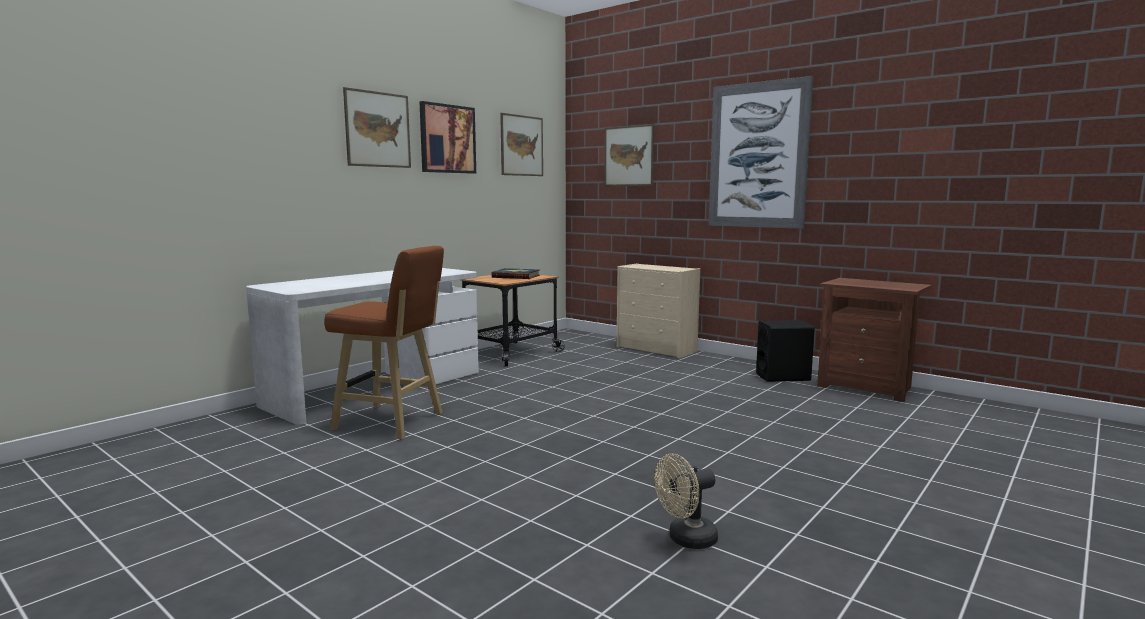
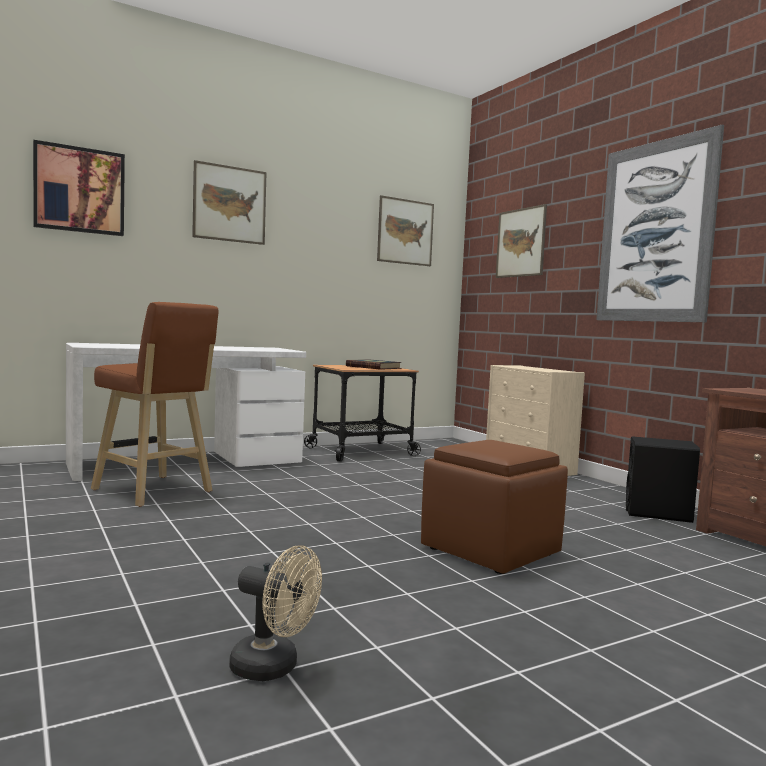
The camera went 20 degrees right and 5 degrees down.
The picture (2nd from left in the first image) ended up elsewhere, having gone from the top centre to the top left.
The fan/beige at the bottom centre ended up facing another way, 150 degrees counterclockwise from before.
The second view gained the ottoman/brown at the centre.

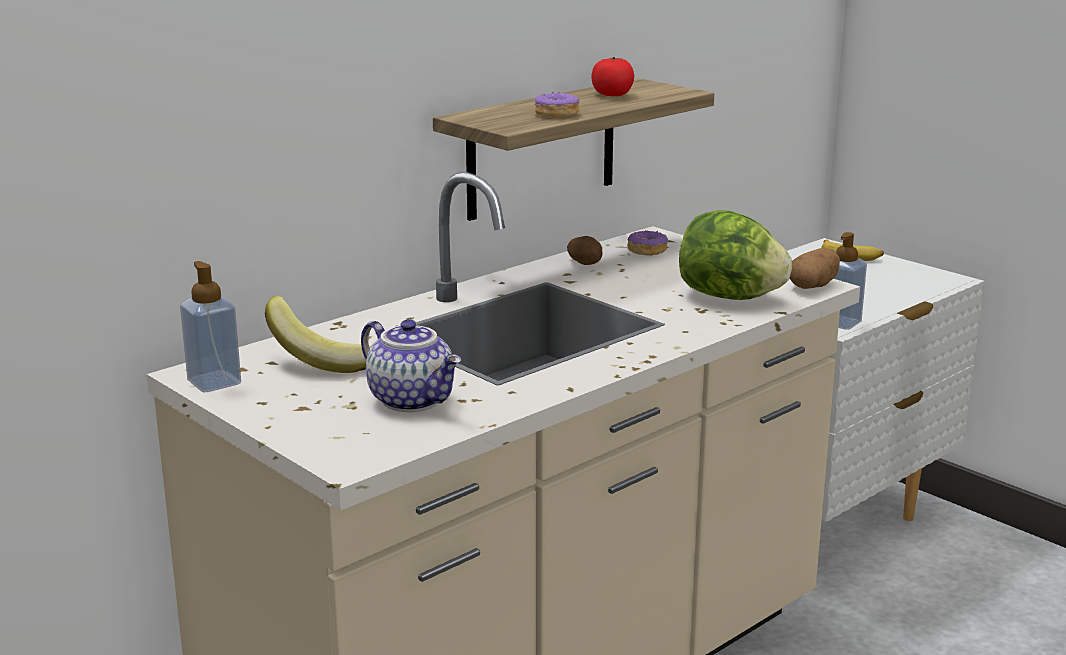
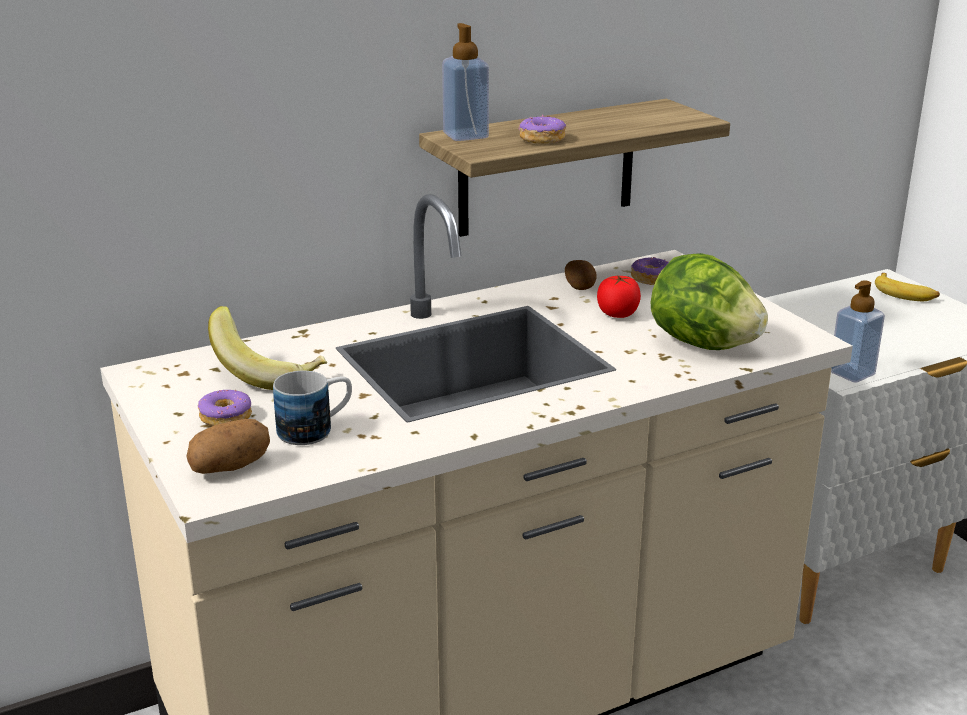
The camera went 15 degrees right and 5 degrees up.
The tomato ended up elsewhere, having gone from the top centre to the centre.
The potato (2nd from left in the first image) ended up elsewhere, having gone from the middle right to the middle left.
The soap dispenser (1st from left) ended up elsewhere, having gone from the middle left to the top centre.
Where the teapot stood at the centre, the mug came to stand at the middle left.
The second view gained the donut (1st from left) at the middle left.

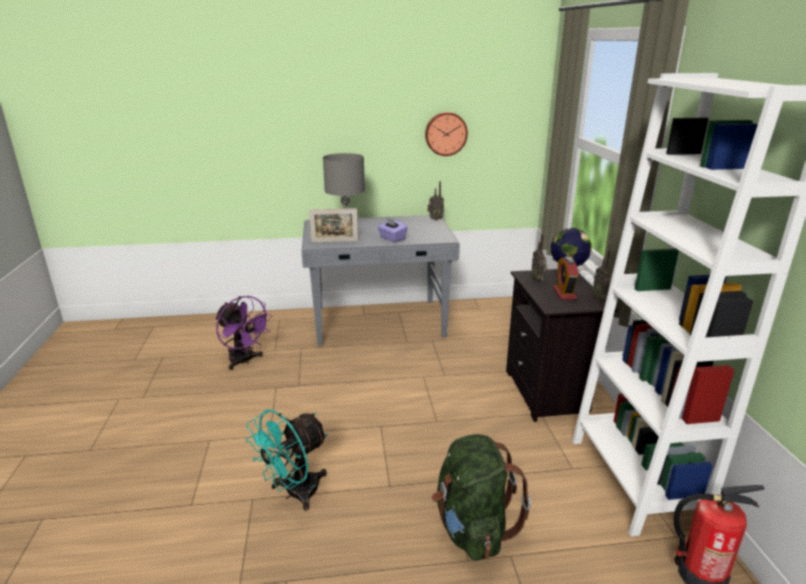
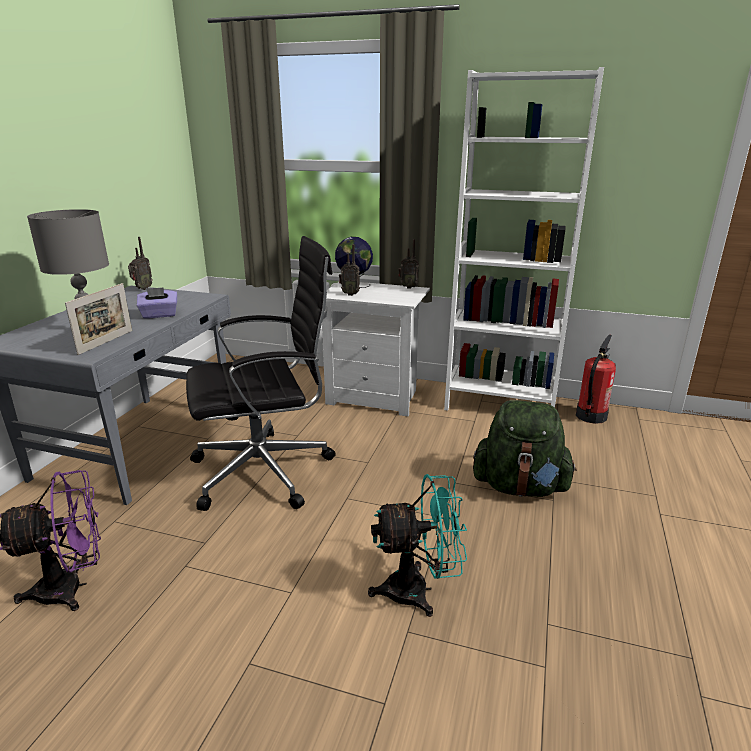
The camera went 65 degrees left and 0 degrees up.
The second view lost the wall clock at the top centre.
The second view lost the alarm clock at the middle right.
What was the nightstand/black at the middle right turned into the nightstand/white at the centre.
The fan/turquoise at the bottom centre ended up facing another way, 75 degrees counterclockwise from before.
The second view gained the office chair/black at the centre.

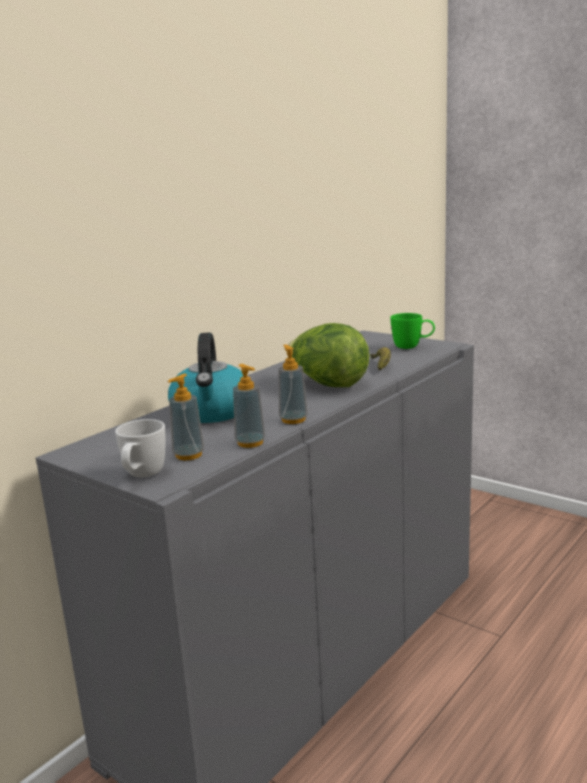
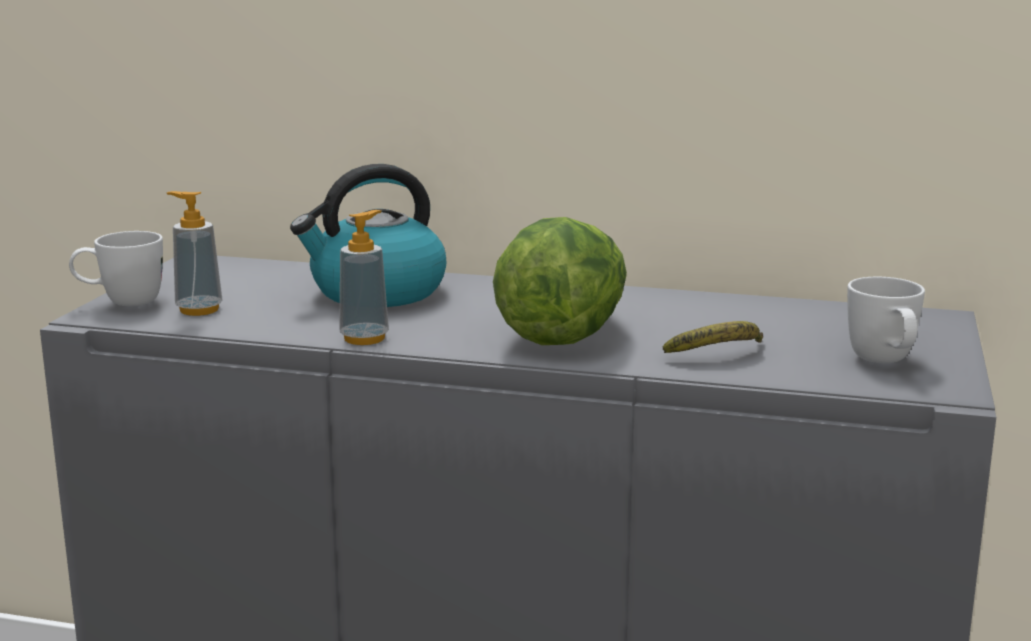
The camera went 65 degrees right and 0 degrees up.
What was the mug/green at the middle right turned into the mug/white (2nd from left) at the middle right.
The second view lost the soap dispenser (2nd from left) at the centre.

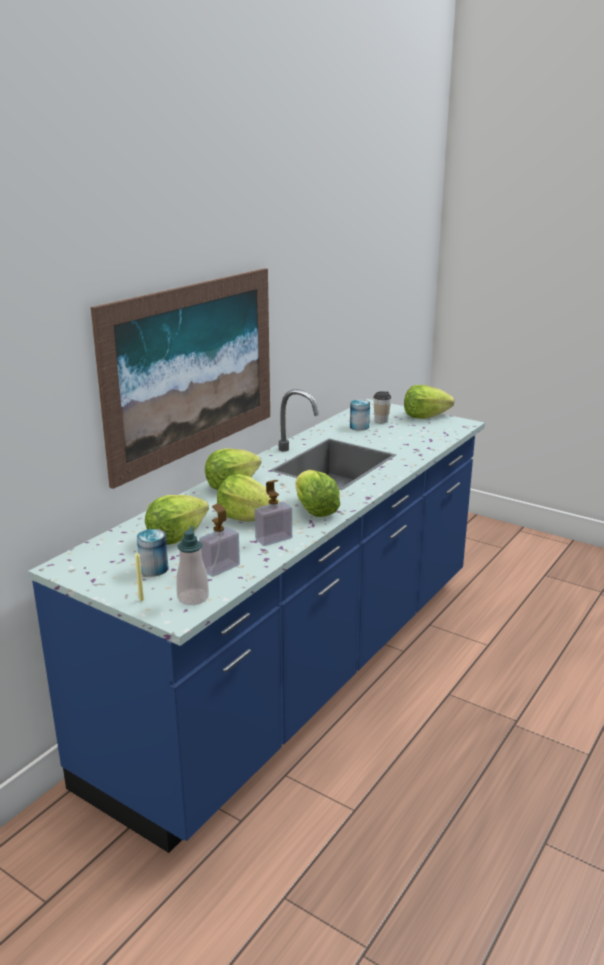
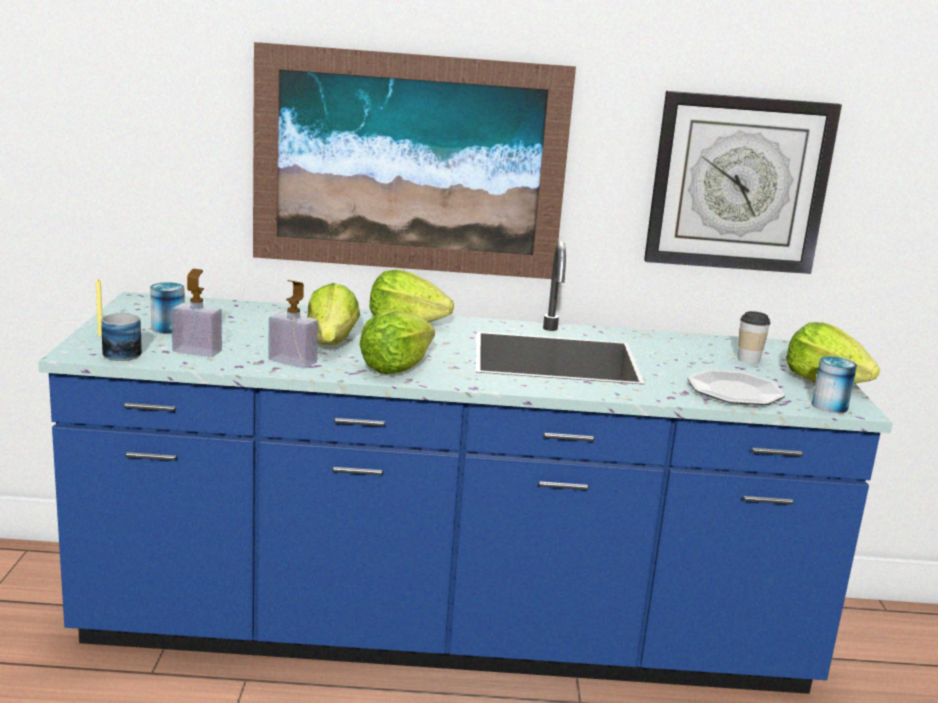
The camera went 55 degrees right and 5 degrees down.
The can (2nd from left) ended up elsewhere, having gone from the centre to the middle right.
The second view lost the lettuce (1st from left) at the middle left.
Where the soap dispenser (1st from left) stood at the middle left, the mug came to stand at the middle left.
The second view gained the wall clock at the top right.
The second view gained the plate at the middle right.

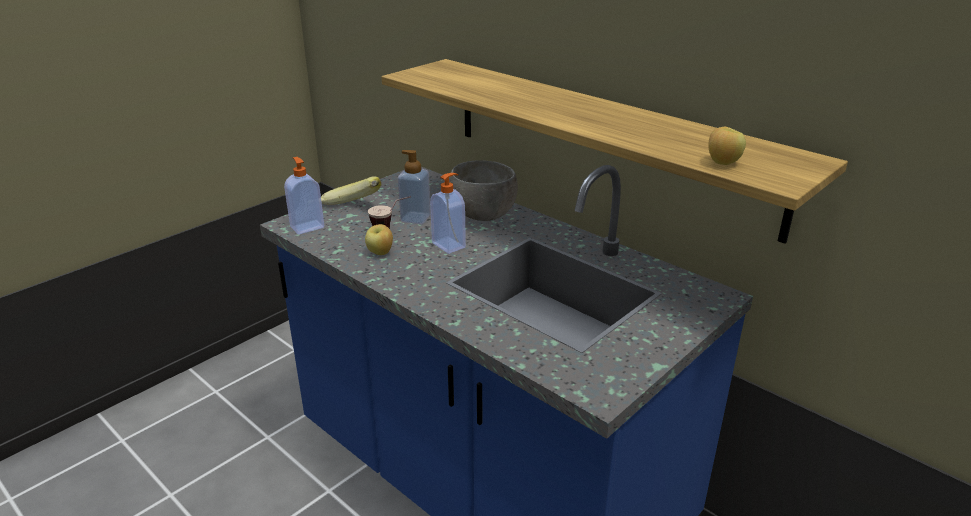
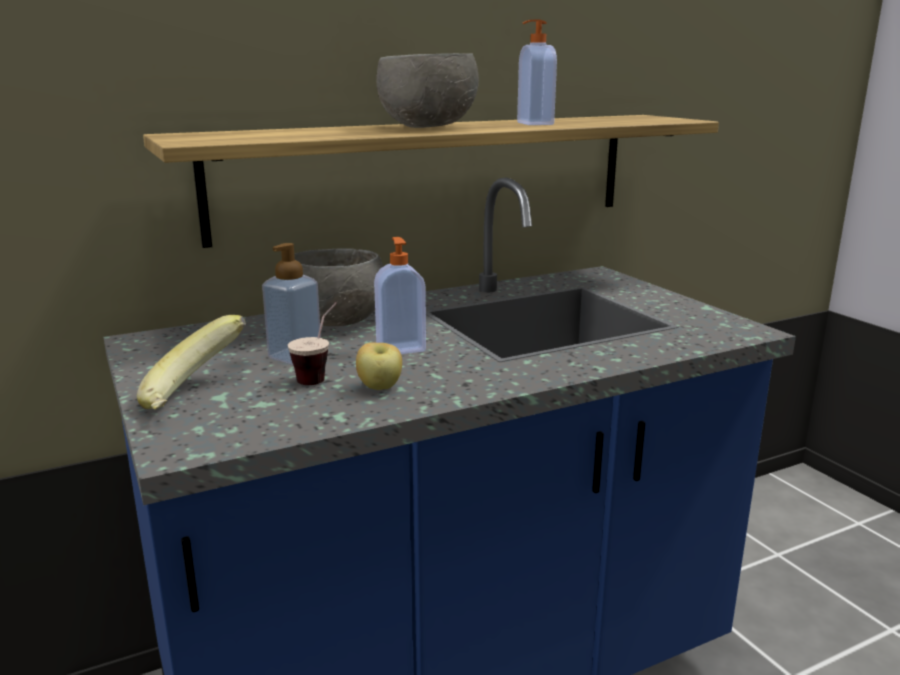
The camera went 70 degrees left and 10 degrees down.
The second view lost the apple (2nd from left) at the top right.
The soap dispenser (1st from left in the first image) ended up elsewhere, having gone from the middle left to the top centre.
The second view gained the bowl/grey (2nd from left) at the top centre.

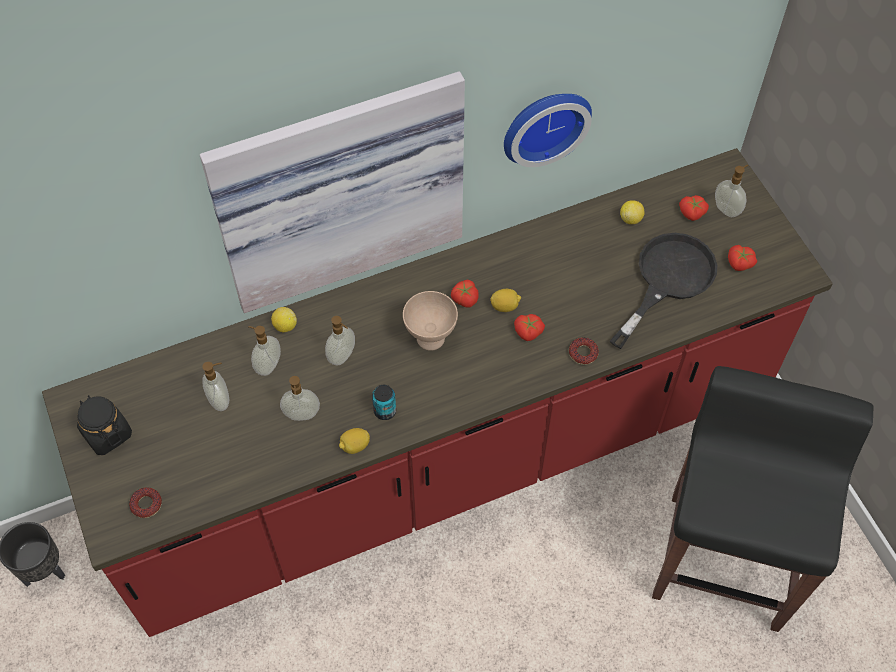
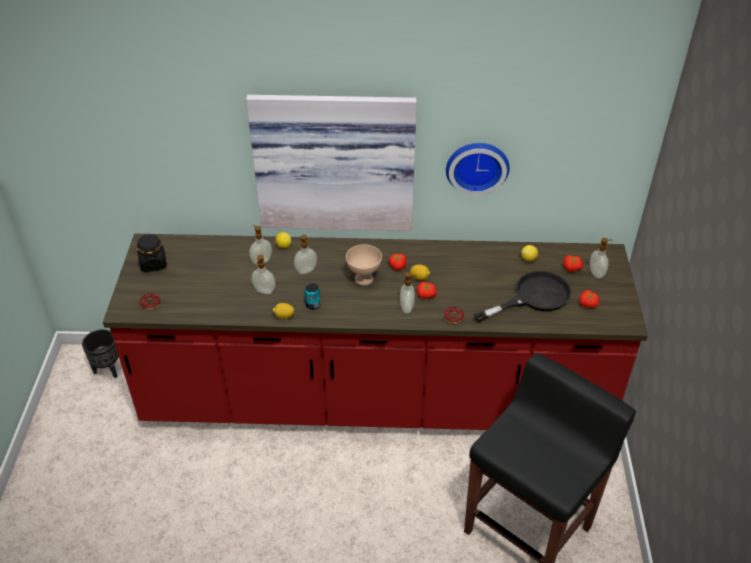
The camera went 25 degrees right and 15 degrees down.
The soap dispenser (1st from left in the first image) ended up elsewhere, having gone from the middle left to the centre.

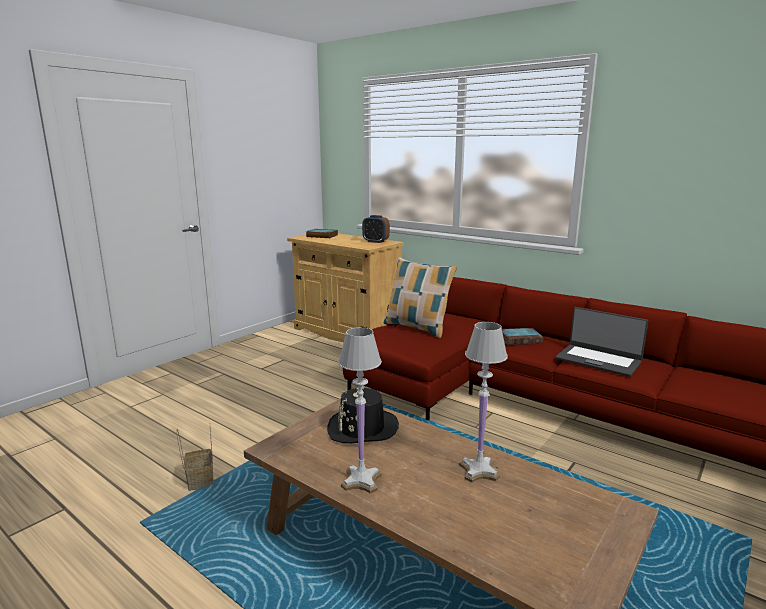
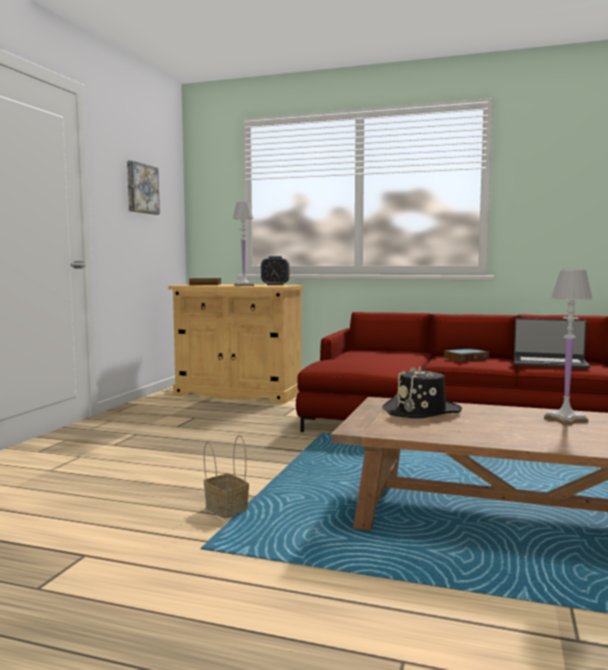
The camera went 20 degrees left and 10 degrees down.
The second view lost the pillow at the centre.
The table lamp/white (1st from left) ended up elsewhere, having gone from the bottom centre to the centre.
The second view gained the picture at the top left.

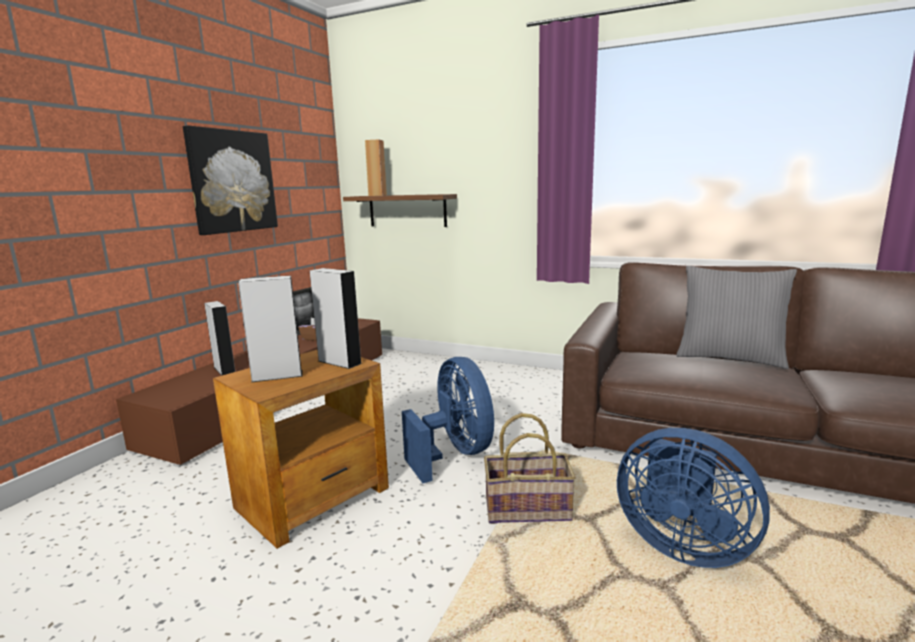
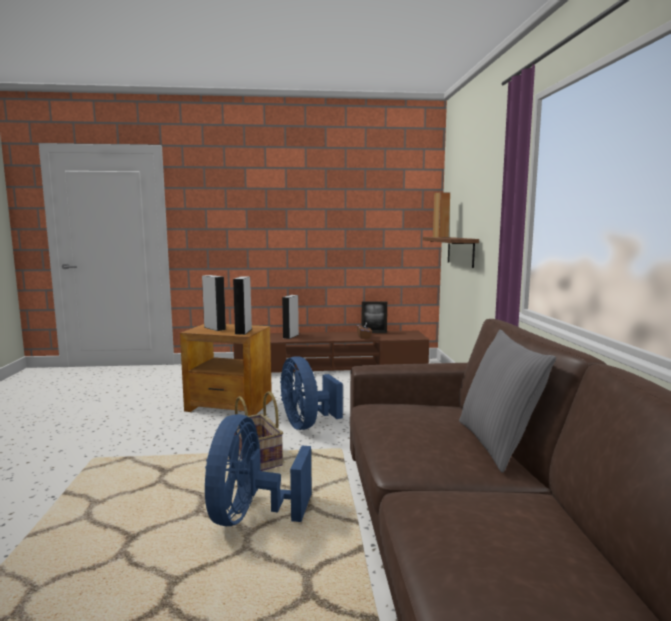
The camera went 60 degrees right and 5 degrees down.
The second view lost the picture at the top left.
The fan/blue (1st from left in the first image) at the centre ended up facing another way, 120 degrees clockwise from before.

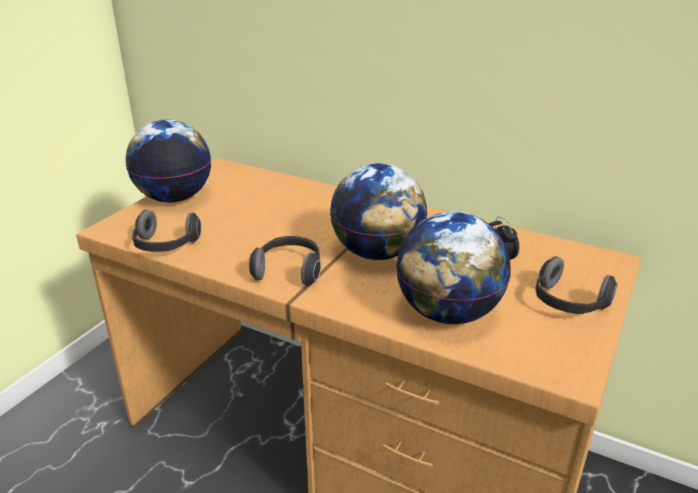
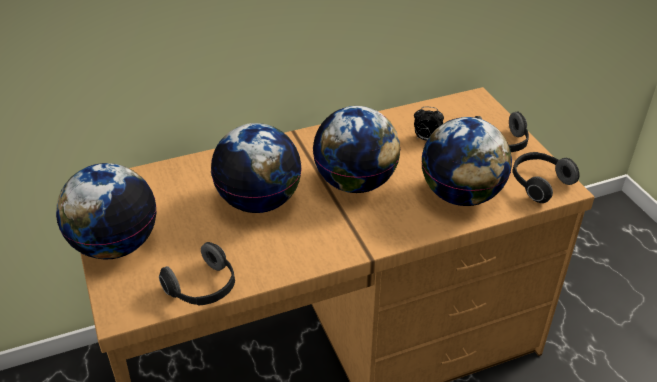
The camera went 50 degrees left and 10 degrees up.
The headphones (2nd from left in the first image) ended up elsewhere, having gone from the centre to the middle right.
The second view gained the globe (2nd from left) at the centre.

